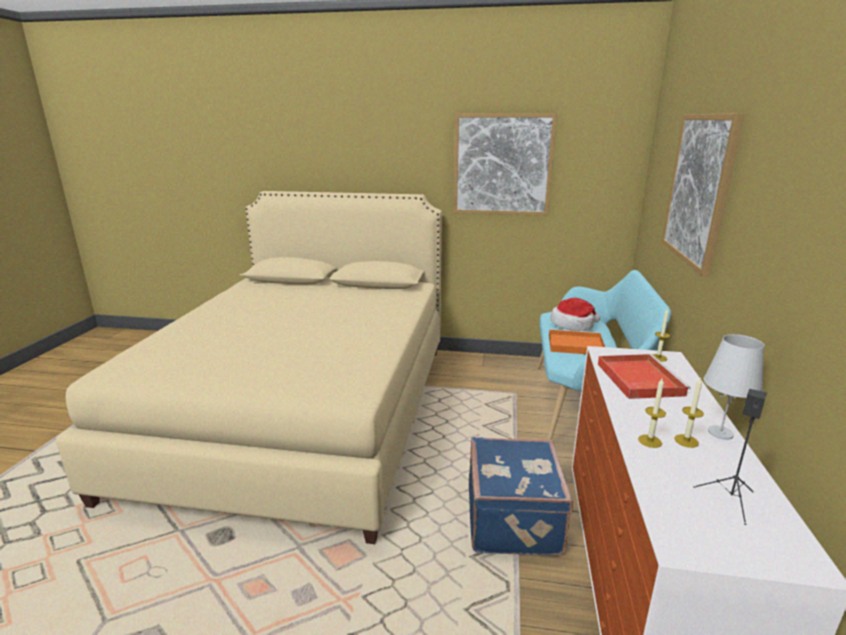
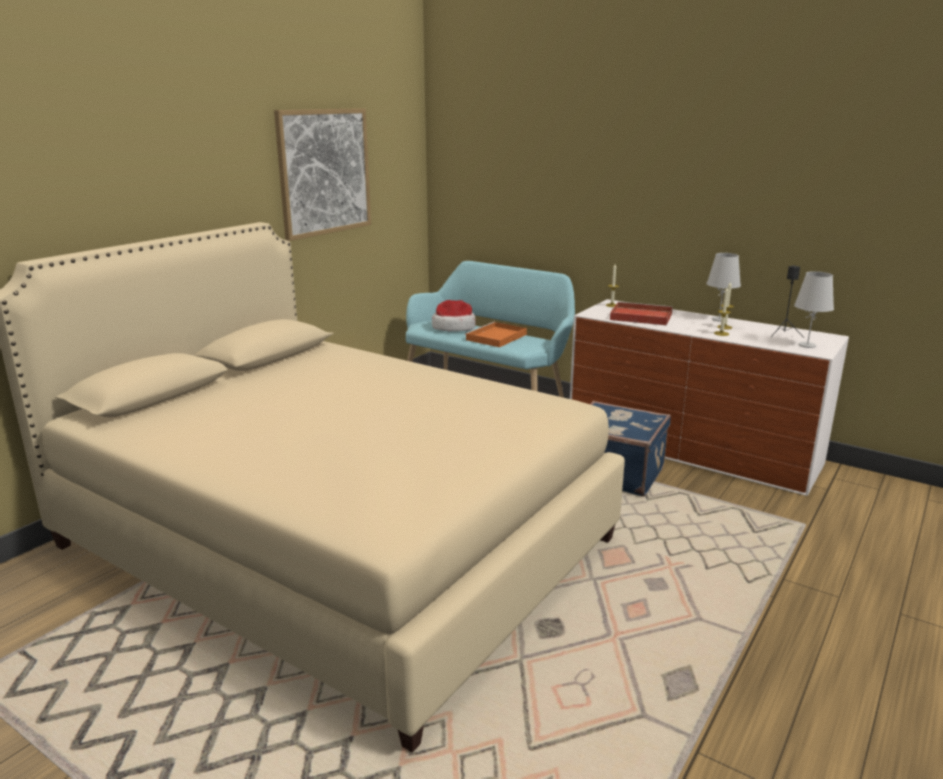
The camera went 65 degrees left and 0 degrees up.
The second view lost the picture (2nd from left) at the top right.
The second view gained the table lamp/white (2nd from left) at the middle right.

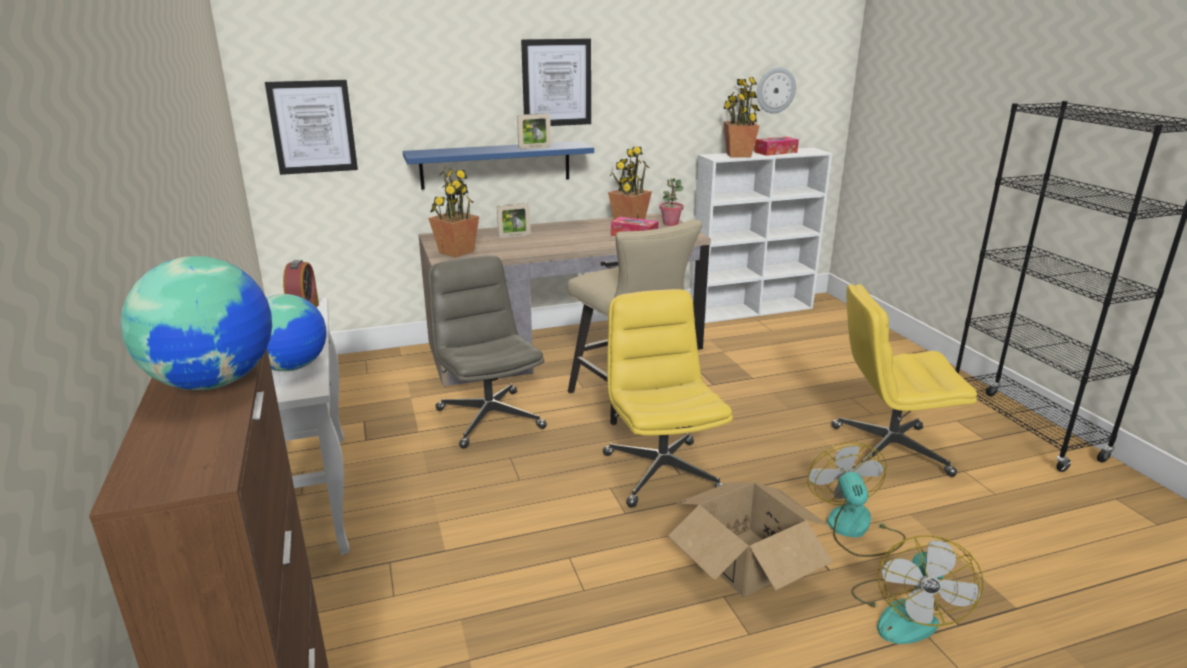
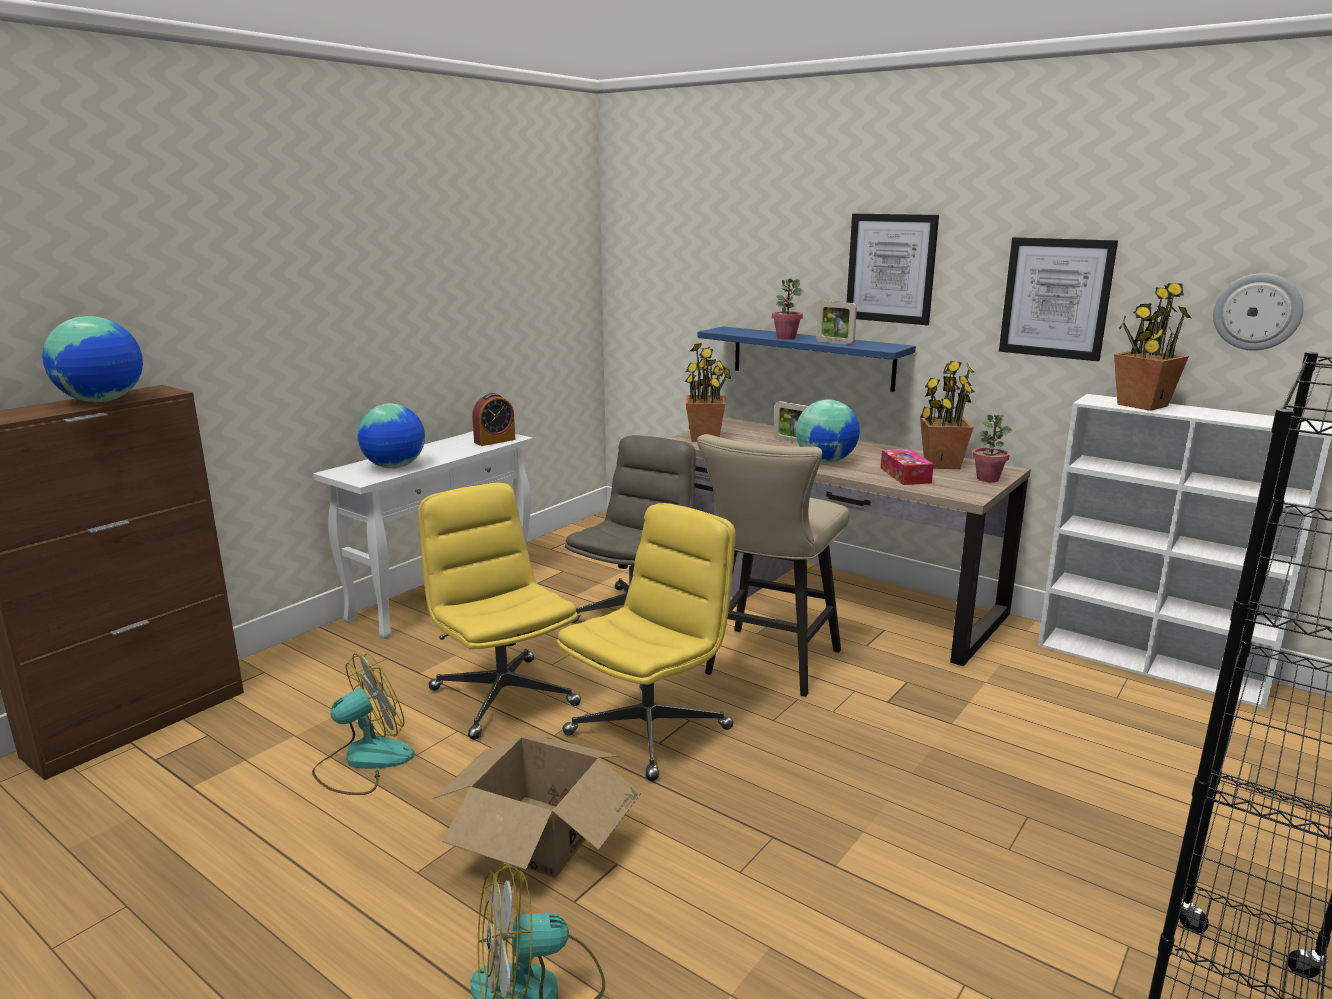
The camera went 55 degrees right and 5 degrees down.
The picture (1st from left in the first image) ended up elsewhere, having gone from the top left to the top right.
The second view lost the tissue box (2nd from left) at the top centre.
The office chair/yellow (2nd from left in the first image) ended up elsewhere, having gone from the middle right to the centre.
The fan (1st from left) ended up elsewhere, having gone from the bottom right to the bottom left.
The second view gained the potted plant (2nd from left) at the top centre.
The second view gained the globe (3rd from left) at the centre.

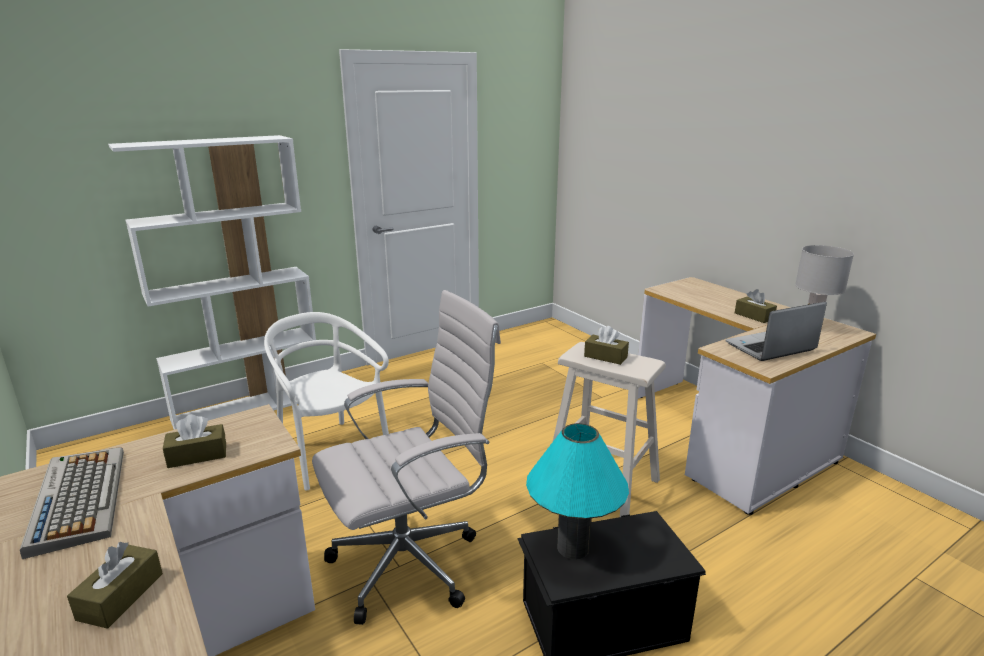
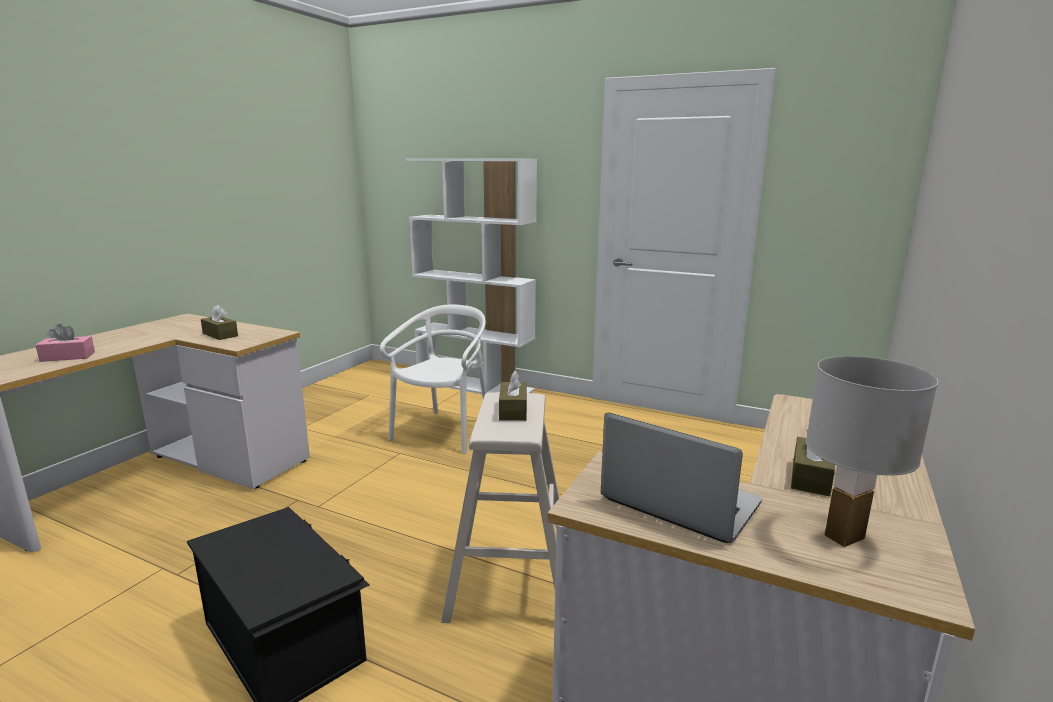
The camera went 60 degrees right and 5 degrees down.
The second view lost the office chair/white at the bottom centre.
The second view lost the table lamp/turquoise at the bottom centre.
The second view lost the keyboard at the bottom left.
What was the tissue box/brown (1st from left) at the bottom left turned into the tissue box/pink at the middle left.

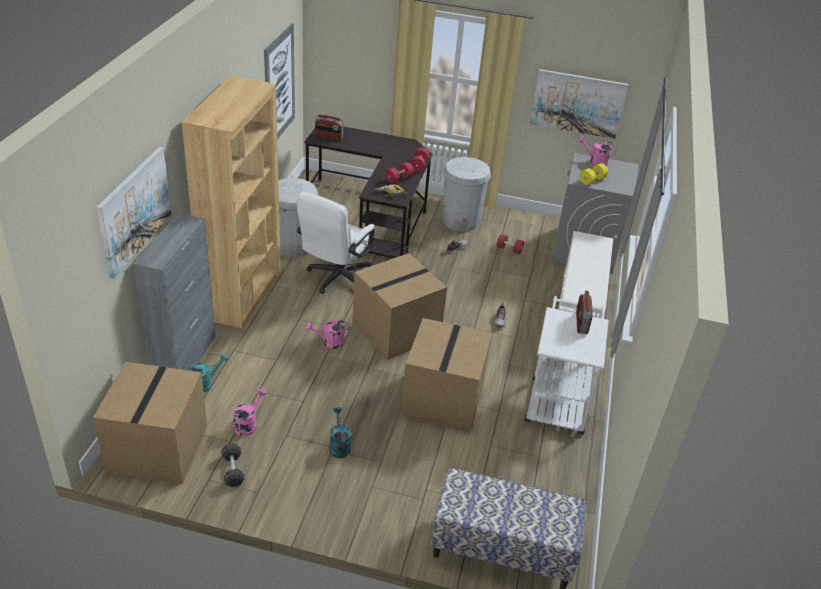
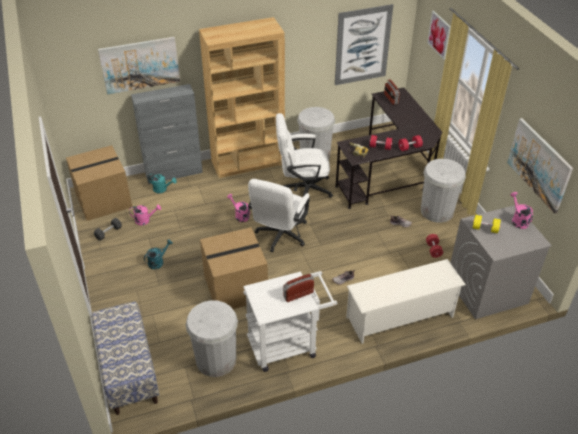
The camera went 60 degrees right and 5 degrees up.
Where the cardboard box (2nd from left) stood at the centre, the office chair/white (1st from left) came to stand at the centre.
The second view gained the picture (3rd from left) at the top right.
The second view gained the trash can/white (1st from left) at the bottom centre.

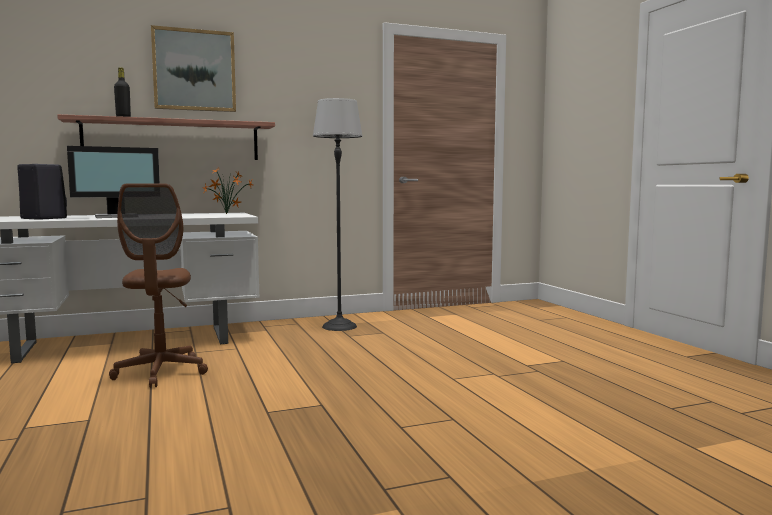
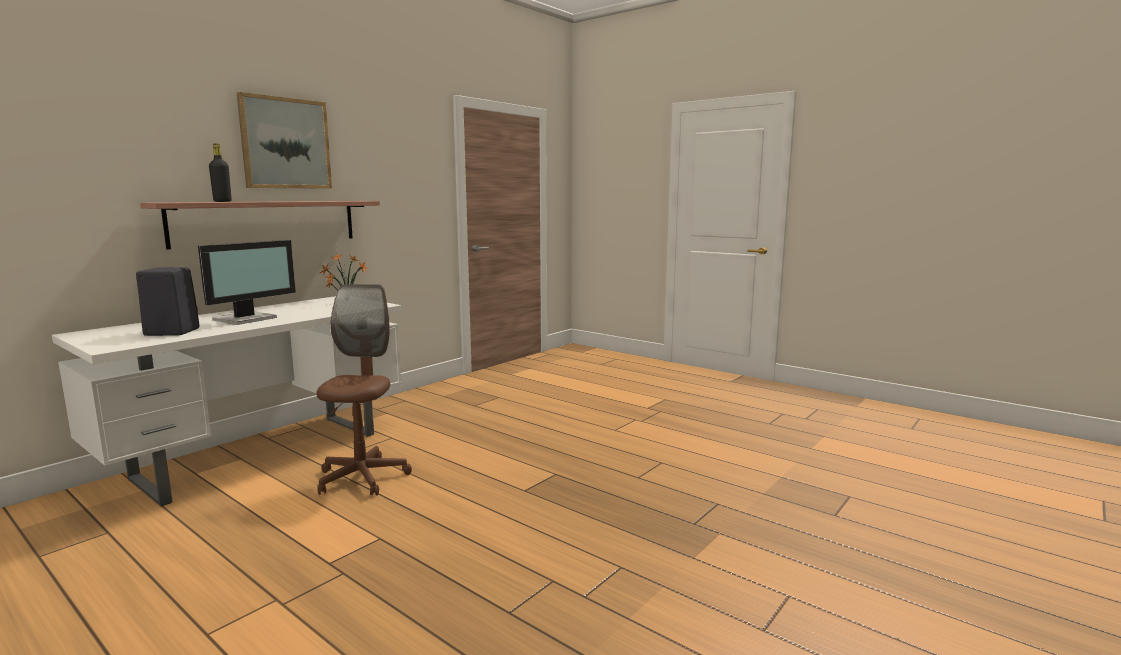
The camera went 30 degrees left and 5 degrees up.
The second view lost the floor lamp at the centre.
The office chair/brown at the middle left ended up facing another way, 135 degrees counterclockwise from before.

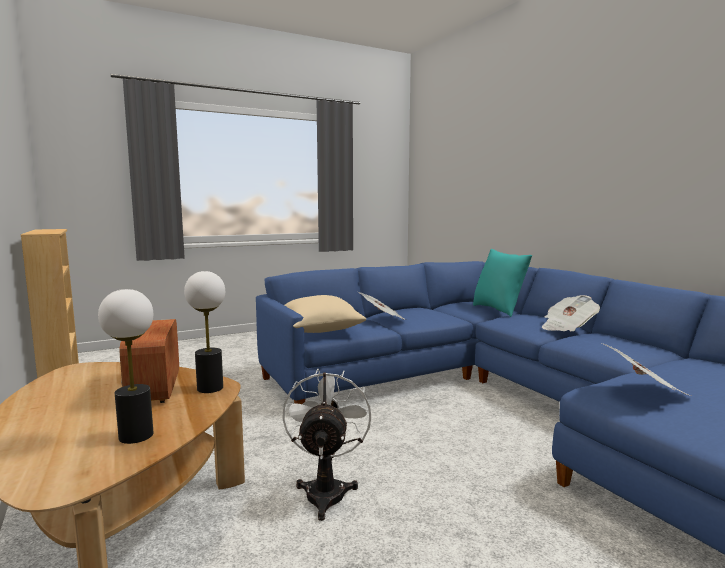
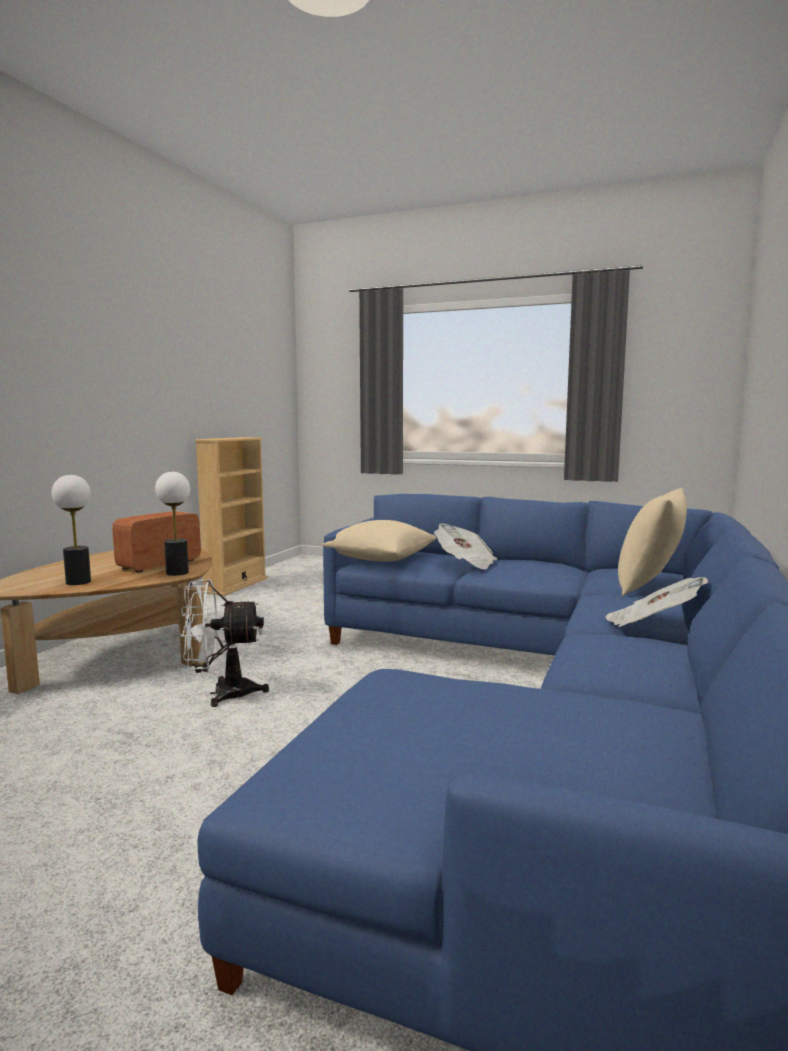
The camera went 50 degrees right and 0 degrees up.
What was the pillow/turquoise at the middle right turned into the pillow/beige (2nd from left) at the middle right.
The second view lost the newspaper (3rd from left) at the middle right.
The fan/white at the bottom centre ended up facing another way, 150 degrees counterclockwise from before.

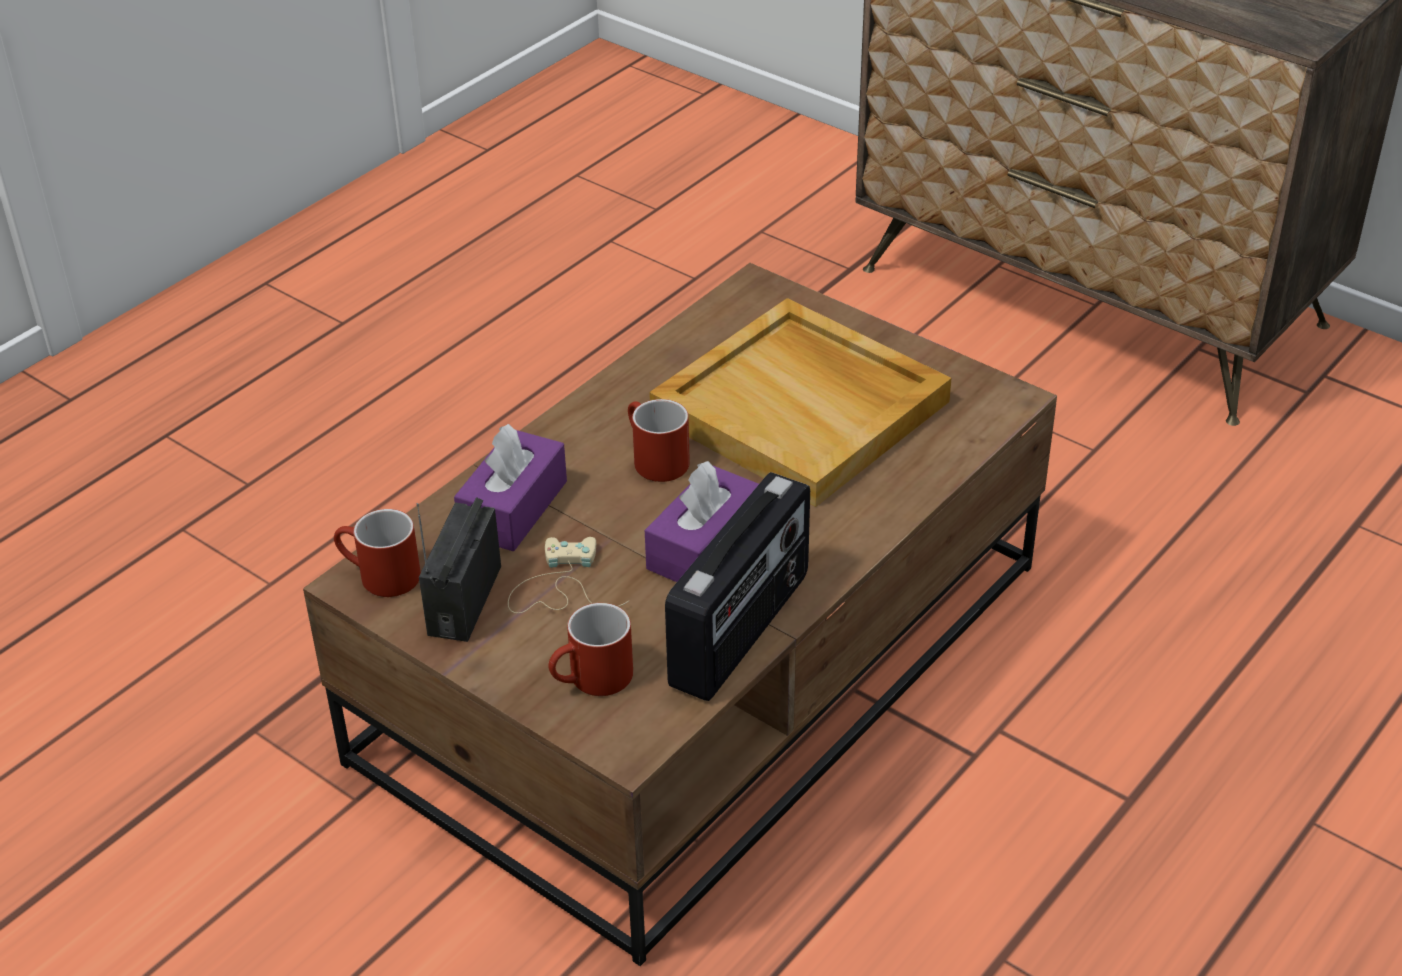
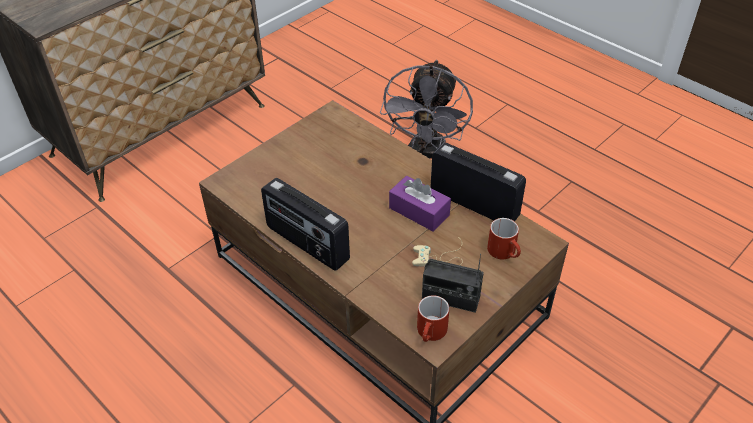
The camera went 85 degrees left and 5 degrees up.
The second view lost the tray/beige at the centre.
The second view lost the mug/red (3rd from left) at the centre.
The second view lost the tissue box/purple (1st from left) at the centre.
The second view gained the fan/grey at the top centre.
The second view gained the radio (1st from left) at the centre.

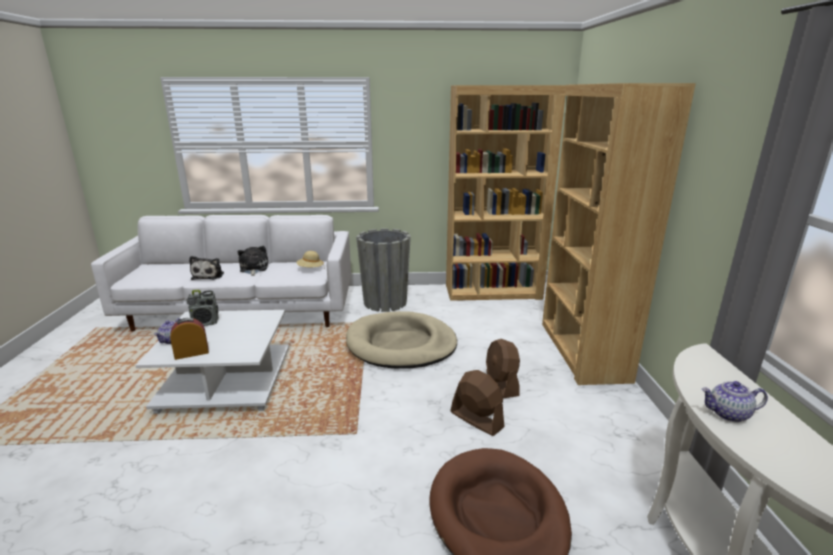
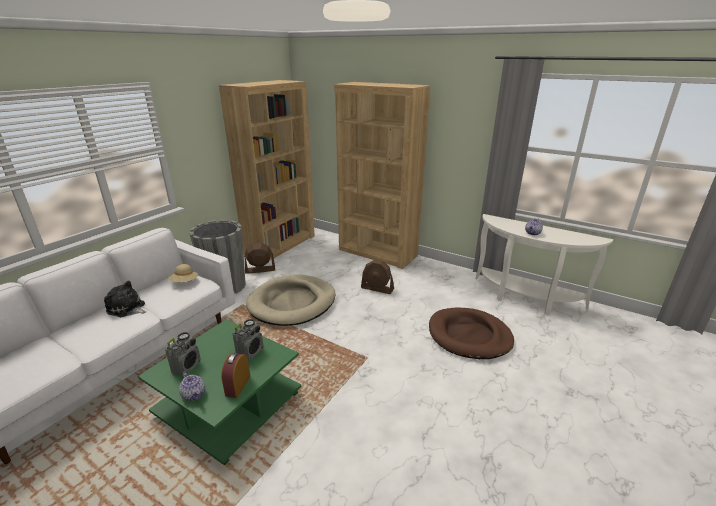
The camera went 55 degrees left and 5 degrees up.
The second view lost the plush toy (1st from left) at the middle left.
What was the coffee table/white at the middle left turned into the coffee table/green at the bottom left.
The fan/brown (1st from left) ended up elsewhere, having gone from the bottom centre to the centre.
The second view gained the radio (2nd from left) at the bottom centre.

